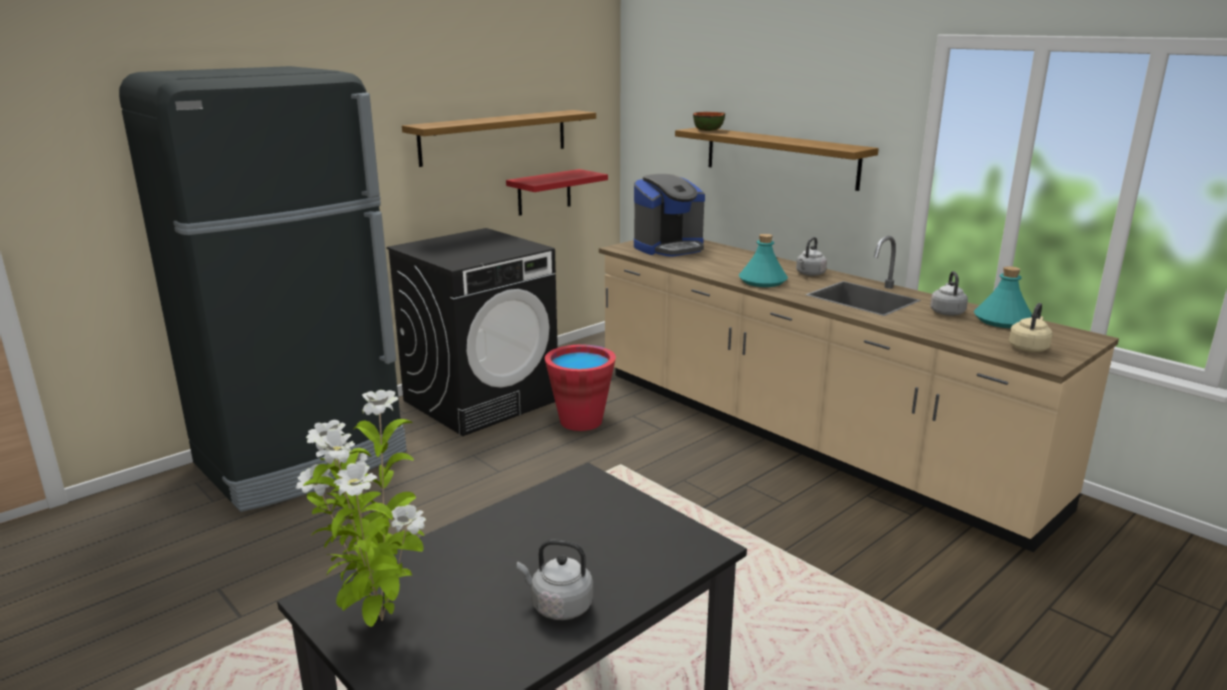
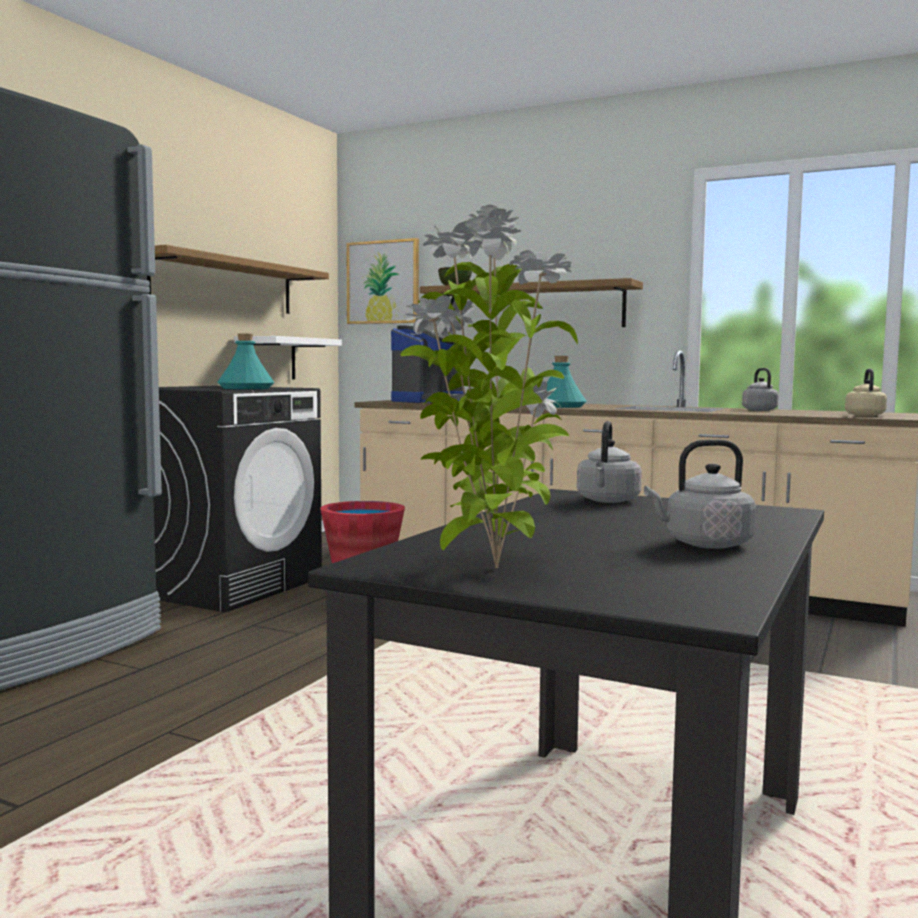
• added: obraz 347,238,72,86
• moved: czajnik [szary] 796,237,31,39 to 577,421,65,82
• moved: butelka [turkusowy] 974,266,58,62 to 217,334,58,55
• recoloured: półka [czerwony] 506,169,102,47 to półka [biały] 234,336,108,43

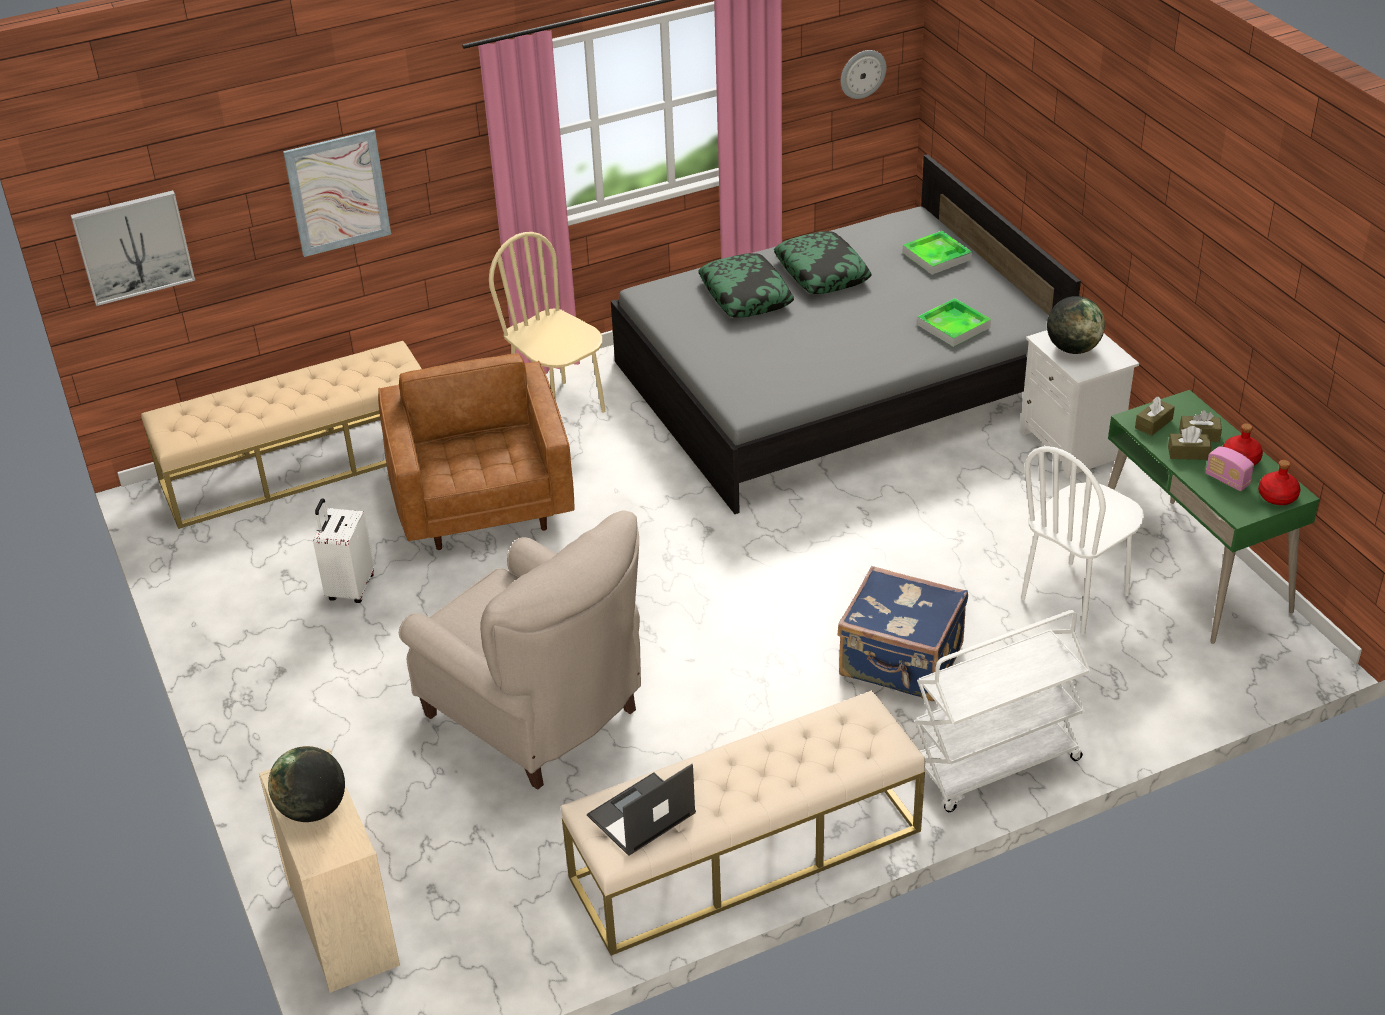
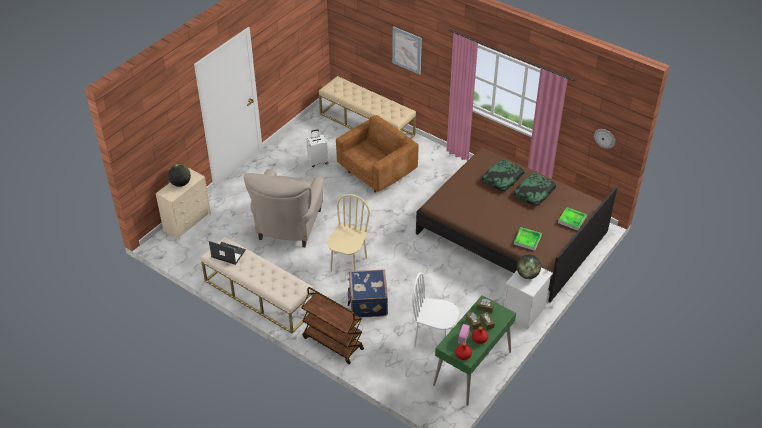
• removed: obraz 71,190,124,116
• moved: krzesło [beżowy] 489,232,116,180 to 328,194,42,78
• recoloured: łóżko [szary] 611,154,470,360 to łóżko [brązowy] 416,148,202,155
• recoloured: wózek [biały] 915,610,175,202 to wózek [brązowy] 301,287,63,77

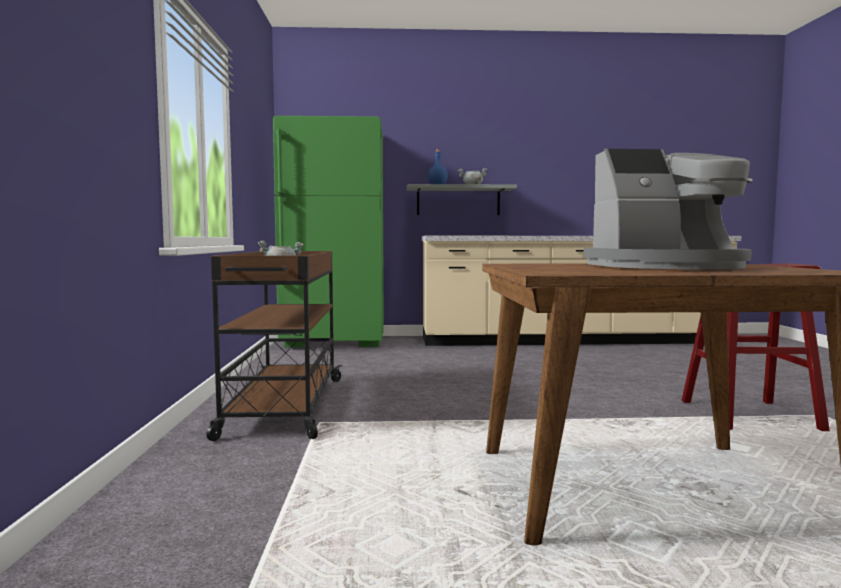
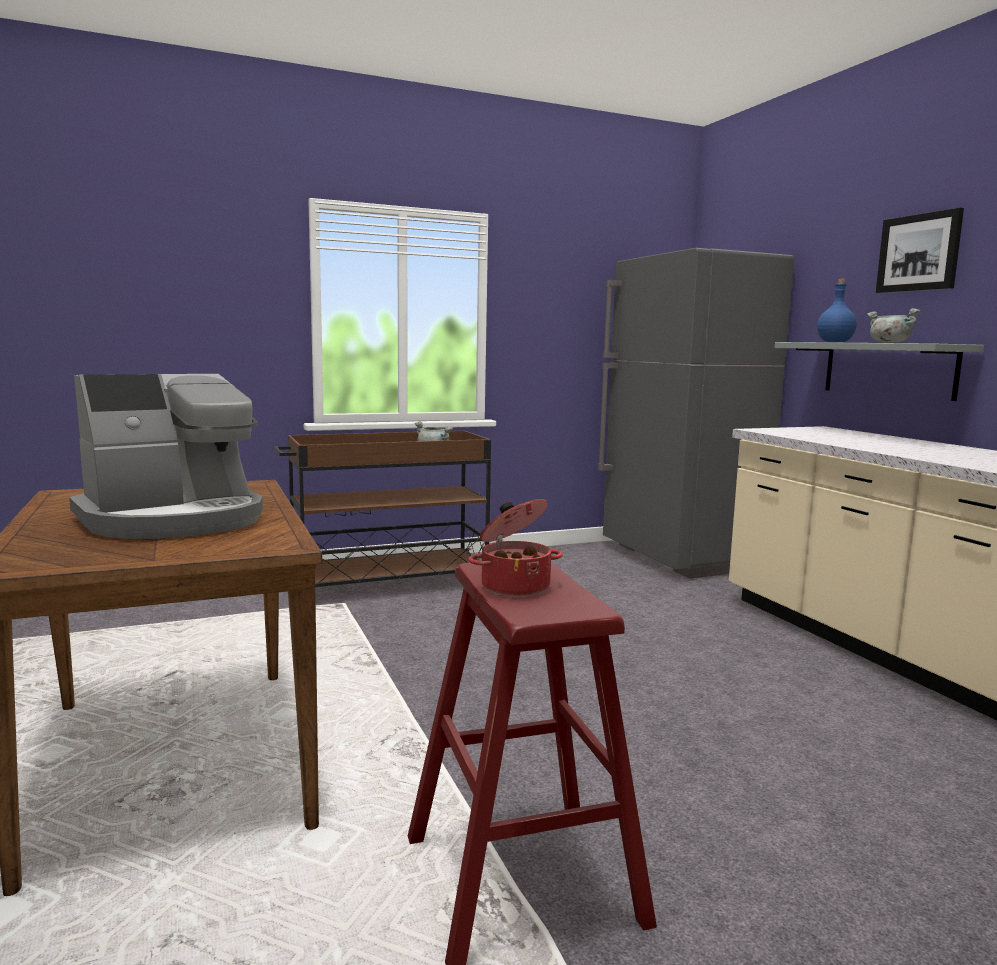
• added: garnek 468,499,95,98
• added: obraz 876,207,88,86
• recoloured: lodówka [zielony] 273,116,111,232 to lodówka [szary] 598,248,196,331
• turned: ekspres do kawy 584,149,169,120 = 69,374,194,165 105 degrees counterclockwise

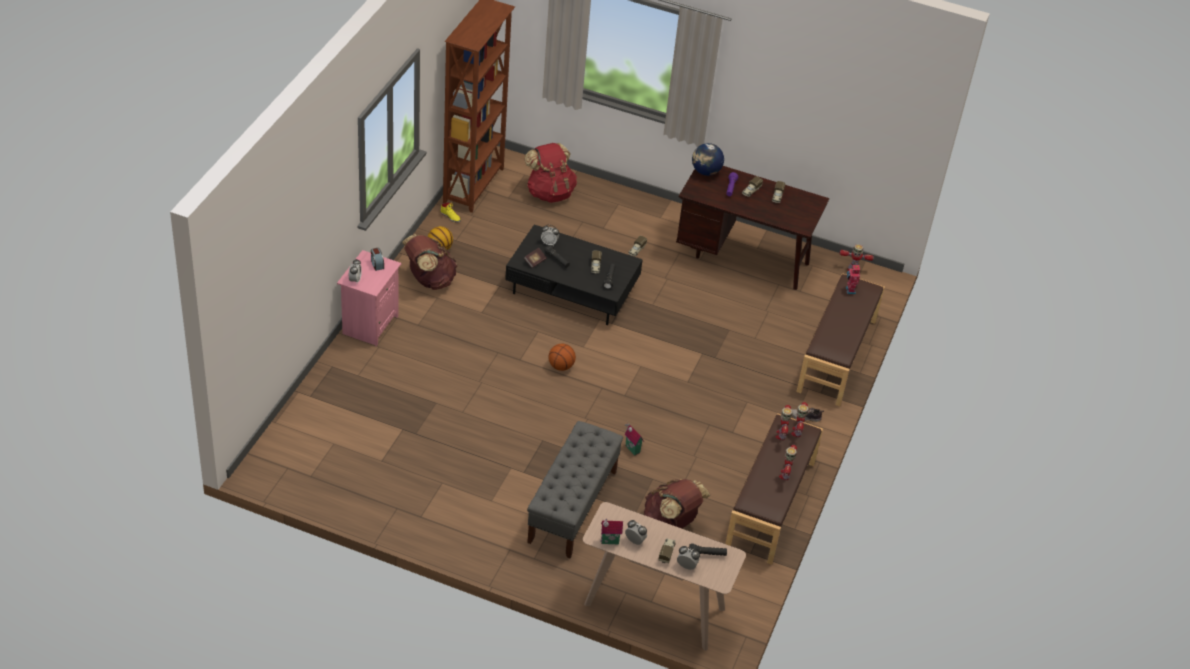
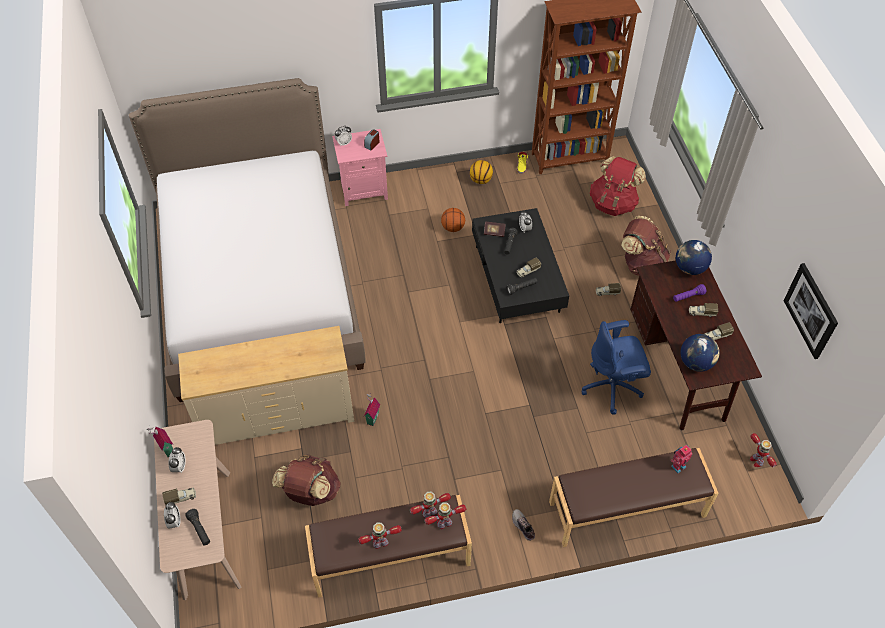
• added: łóżko 129,78,237,324
• added: krzesło biurowe [niebieski] 582,320,69,95
• added: globus 681,334,39,38
• added: obraz 784,263,54,96
• moved: plecak [brązowy] 402,234,55,56 to 621,216,50,60
• moved: piłka do koszykówki 548,344,28,27 to 441,208,24,24
• replaced: ławka [szary] 527,421,96,137 to komoda [beżowy] 178,326,176,119

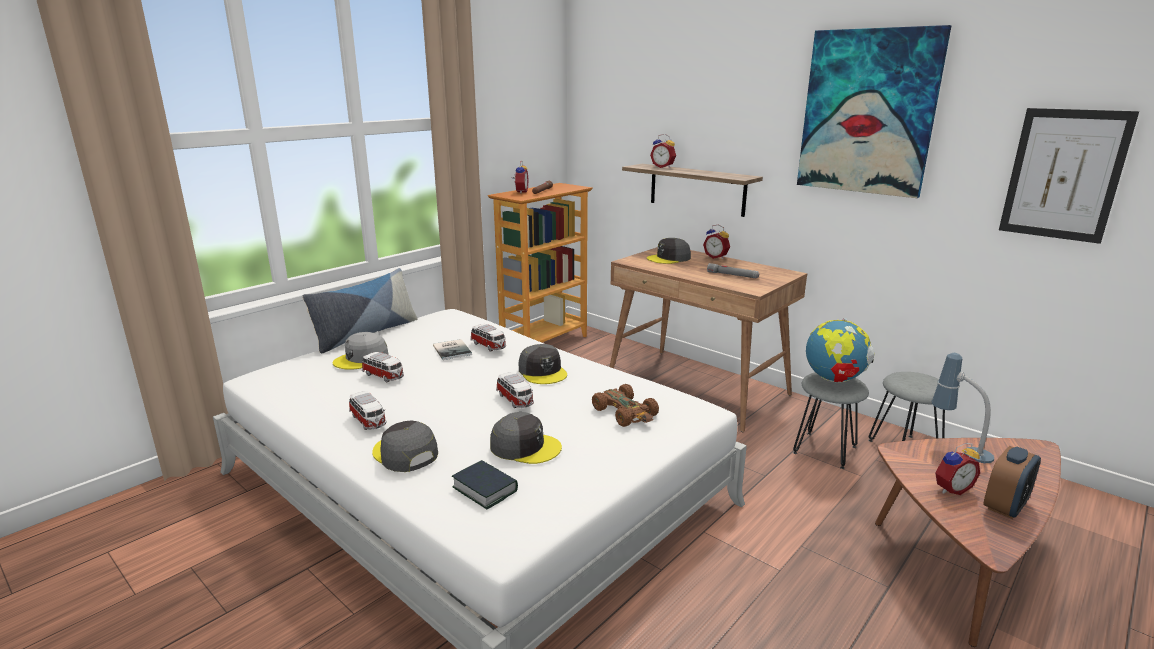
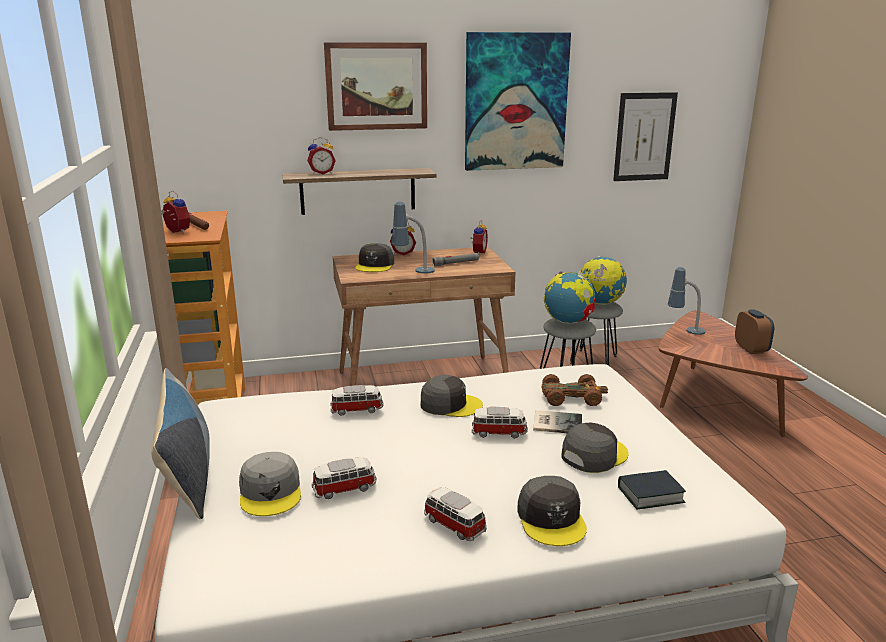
• added: obraz 324,42,103,89
• added: lampa stołowa 392,201,43,73
• added: globus 578,256,49,49
• moved: książka 433,339,39,21 to 533,410,49,23
• moved: budzik 935,443,45,52 to 470,220,18,35
• turned: samochodzik 349,391,38,39 = 424,487,63,54 135 degrees counterclockwise
• turned: czapka z daszkiem [szary] 372,420,66,52 = 517,476,70,70 90 degrees counterclockwise

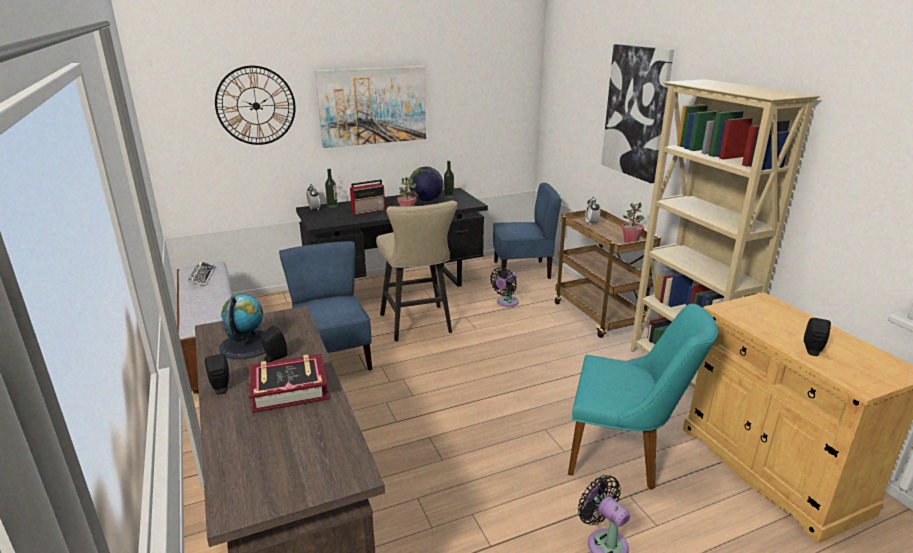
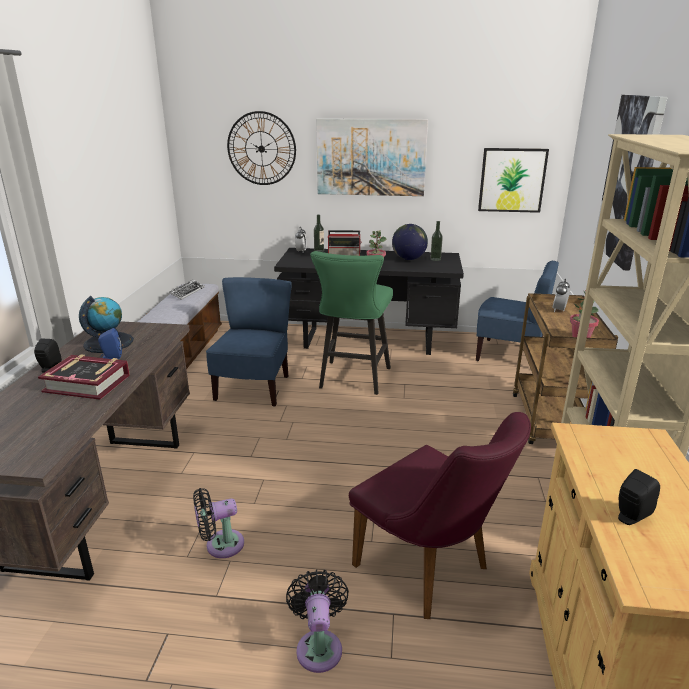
• added: obraz 478,148,71,65
• moved: wentylator [czarny] 490,267,29,40 to 193,488,51,70
• recoloured: głośnik [czarny] 260,325,27,37 to głośnik [niebieski] 98,328,24,31
• recoloured: stołek [beżowy] 376,200,82,141 to stołek [zielony] 310,251,83,144
• recoloured: krzesło [turkusowy] 568,304,150,186 to krzesło [fioletowy] 349,412,182,207

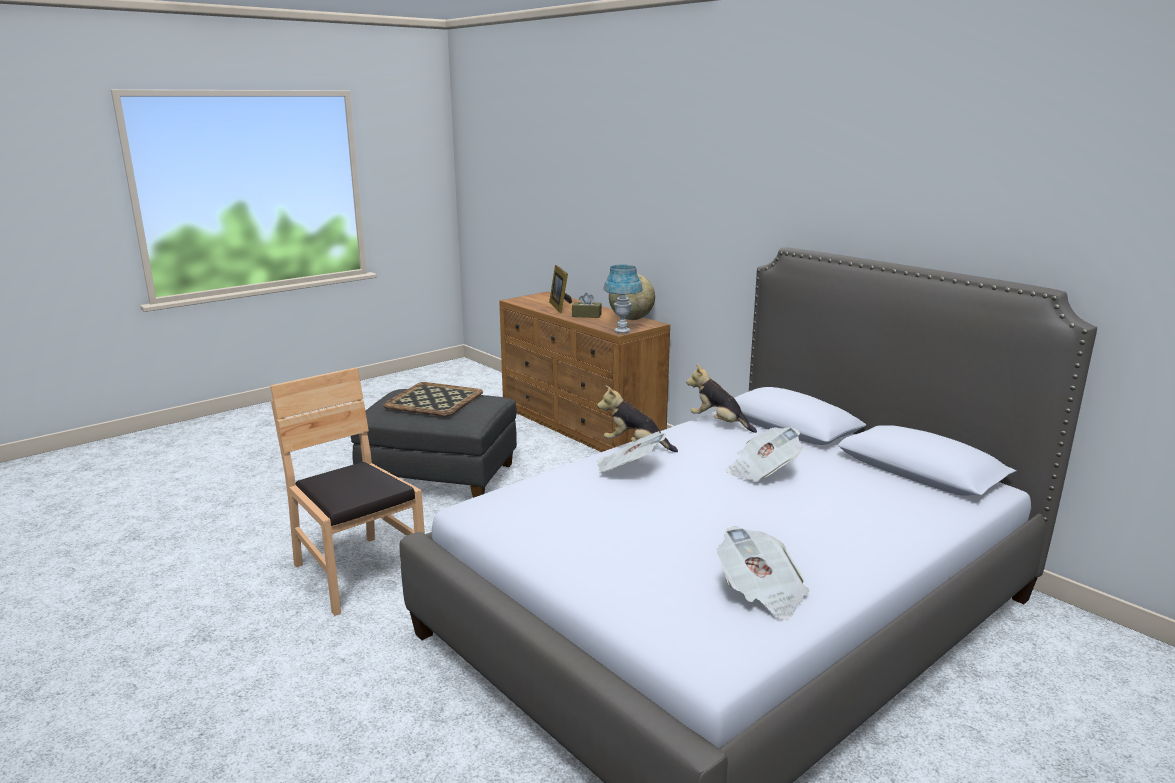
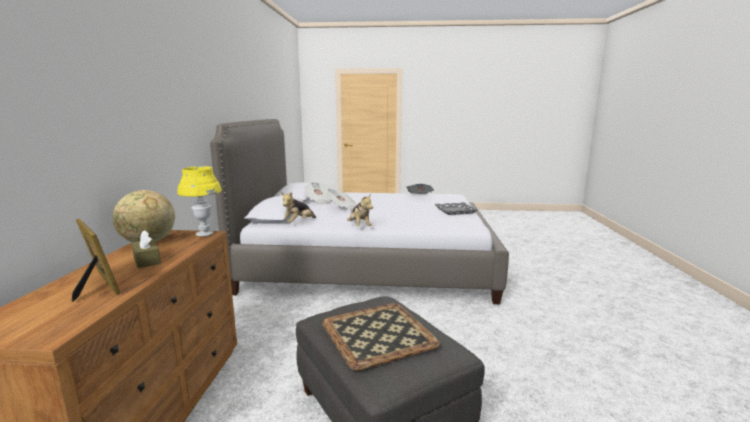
• removed: krzesło [brązowy] 270,367,155,249
• added: taca [szary] 435,202,43,13
• moved: gazeta 597,431,69,43 to 305,182,27,23
• recoloured: lampa stołowa [niebieski] 604,265,39,68 to lampa stołowa [żółty] 177,166,45,71
• turned: ramka na zdjęcie 549,265,23,48 = 72,219,48,83 75 degrees counterclockwise
• turned: pluszak 686,364,71,69 = 281,192,35,31 45 degrees clockwise

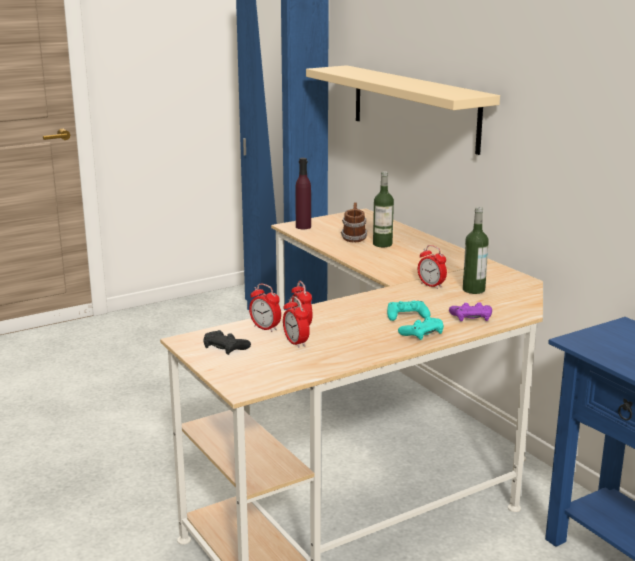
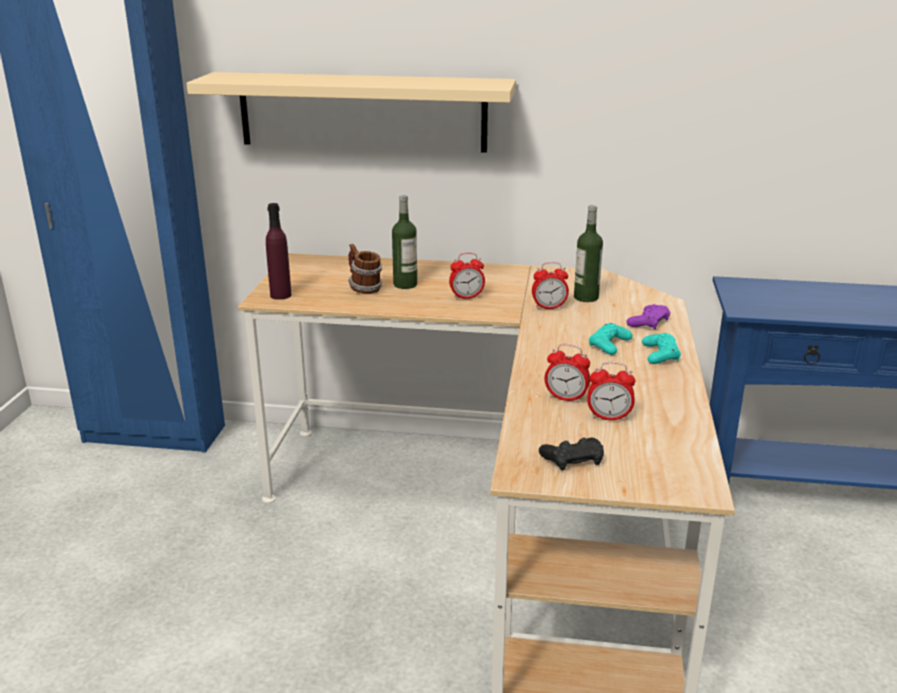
• moved: budzik 249,284,32,48 to 449,253,36,47

